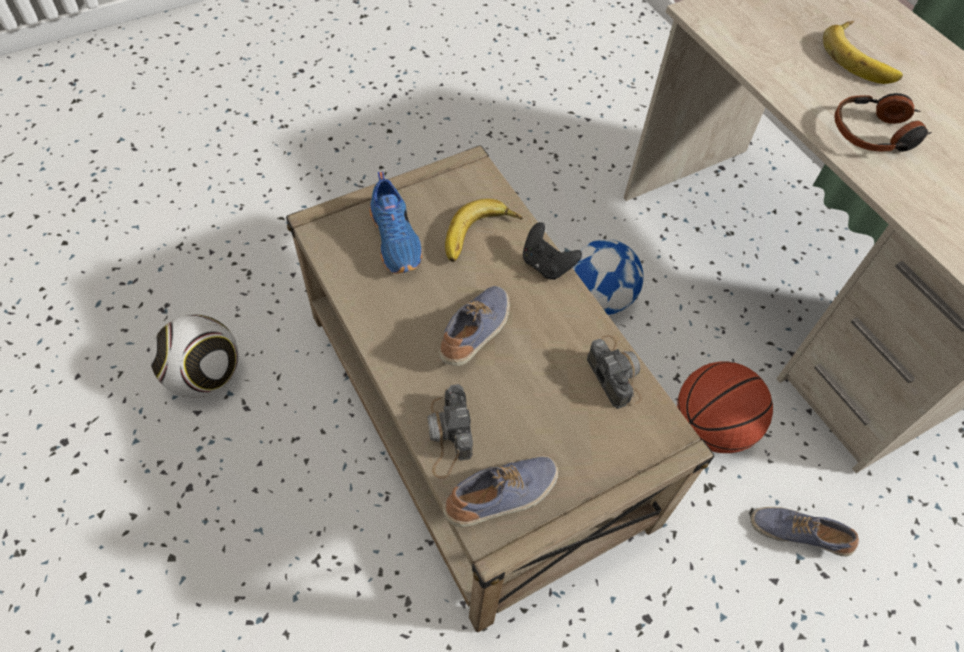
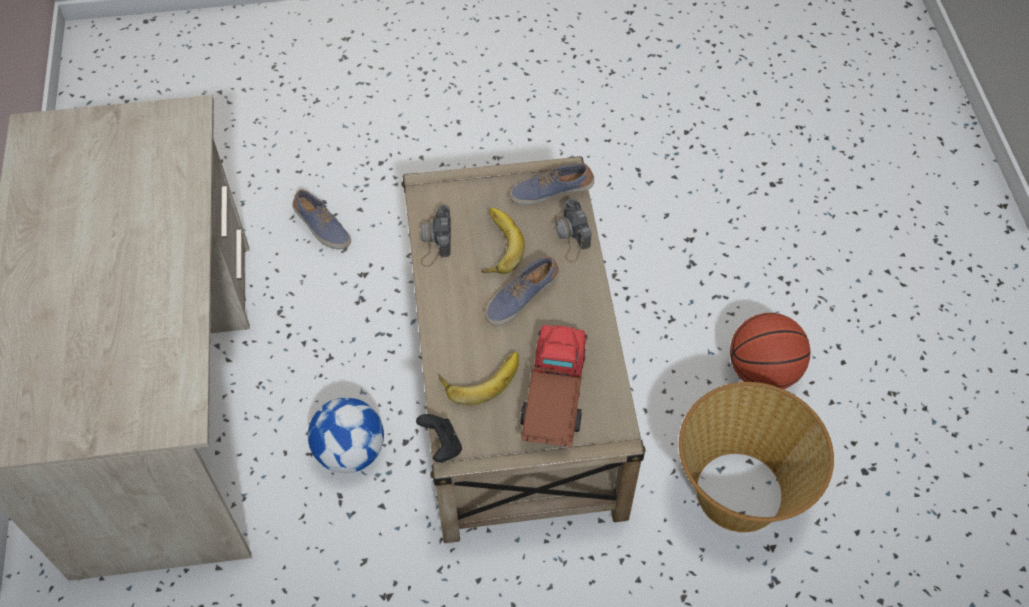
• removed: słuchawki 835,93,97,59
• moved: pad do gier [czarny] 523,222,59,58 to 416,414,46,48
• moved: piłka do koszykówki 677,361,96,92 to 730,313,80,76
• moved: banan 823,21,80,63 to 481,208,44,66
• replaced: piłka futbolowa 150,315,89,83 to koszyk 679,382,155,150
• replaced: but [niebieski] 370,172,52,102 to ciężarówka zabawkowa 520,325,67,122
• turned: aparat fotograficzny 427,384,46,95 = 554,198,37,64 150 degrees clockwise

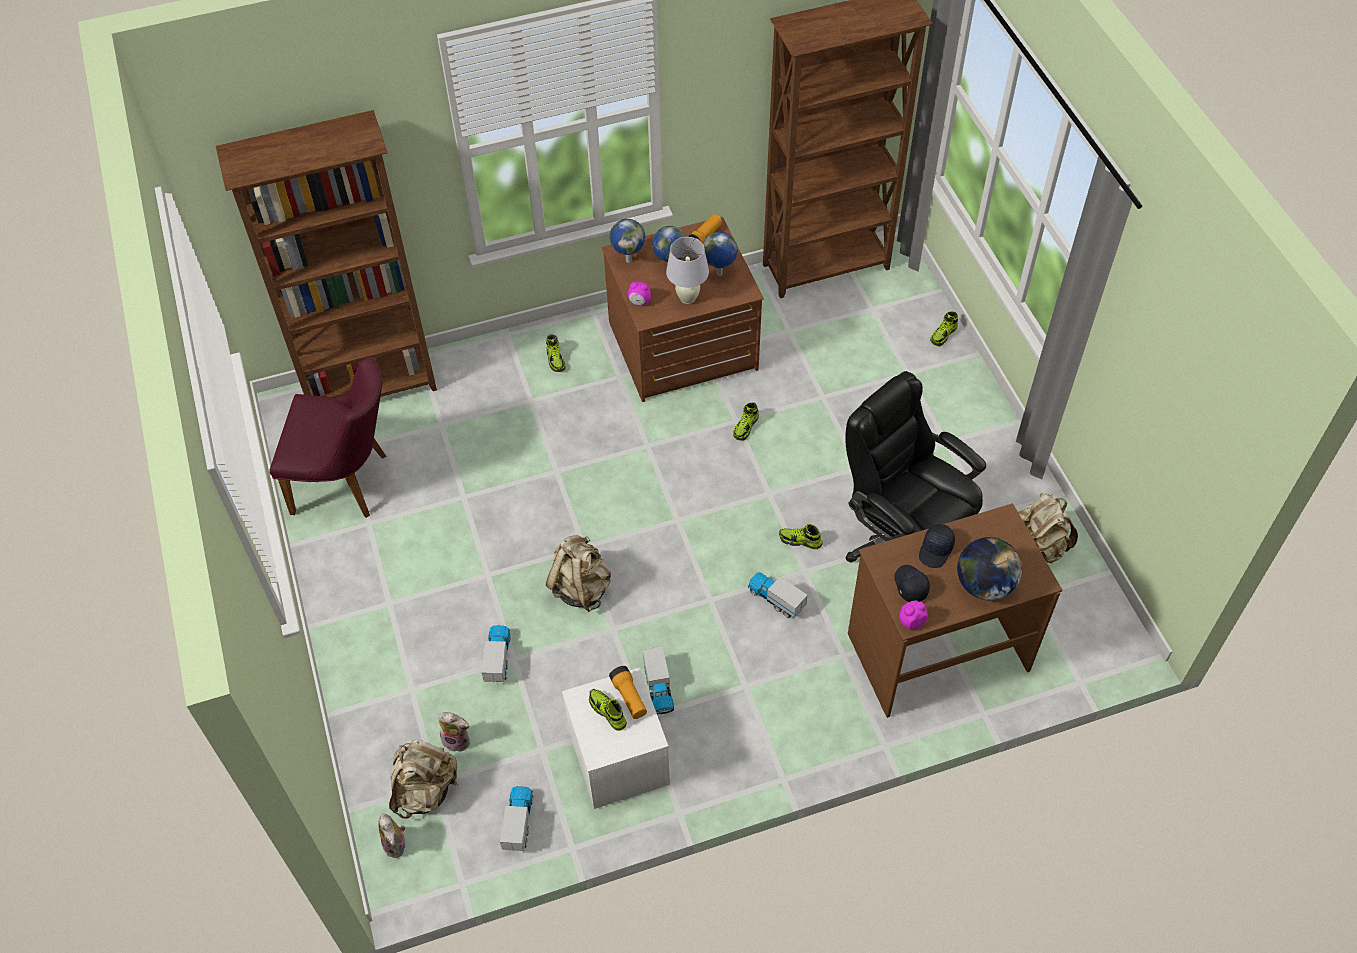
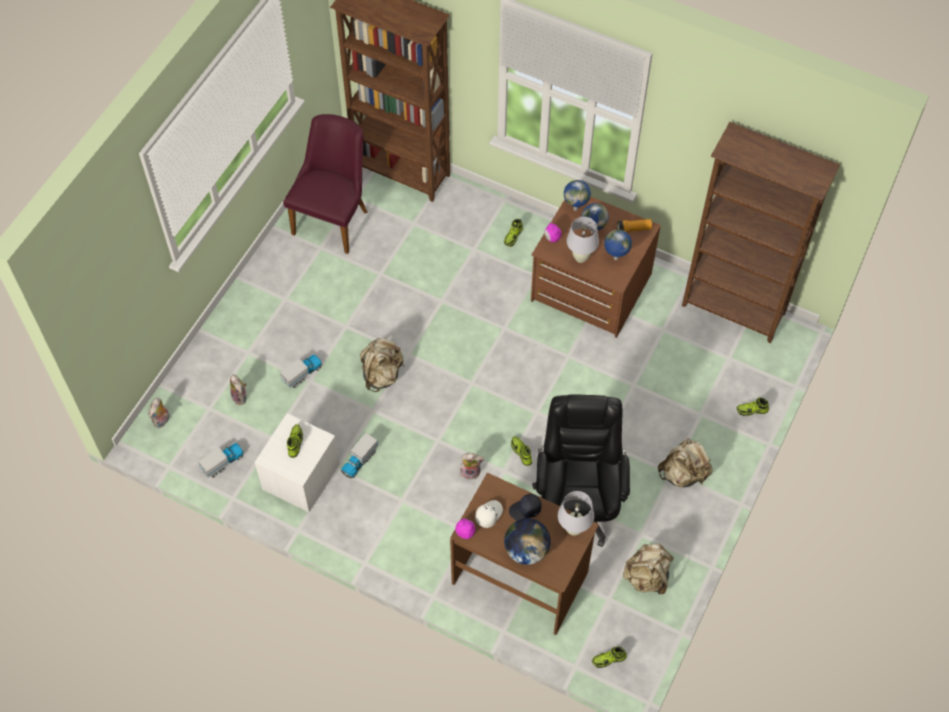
• removed: latarka 609,666,38,53
• added: lampa stołowa [biały] 558,491,36,45
• moved: plecak [beżowy] 389,740,69,79 to 658,438,55,49
• moved: but 733,402,26,39 to 592,646,35,22
• replaced: ciężarówka zabawkowa 748,572,60,46 to pluszak 460,453,24,27
• recoloured: czapka z daszkiem [czarny] 895,565,35,37 to czapka z daszkiem [biały] 475,500,28,28
• turned: krzesło [fioletowy] 269,357,117,161 = 283,114,85,140 120 degrees counterclockwise

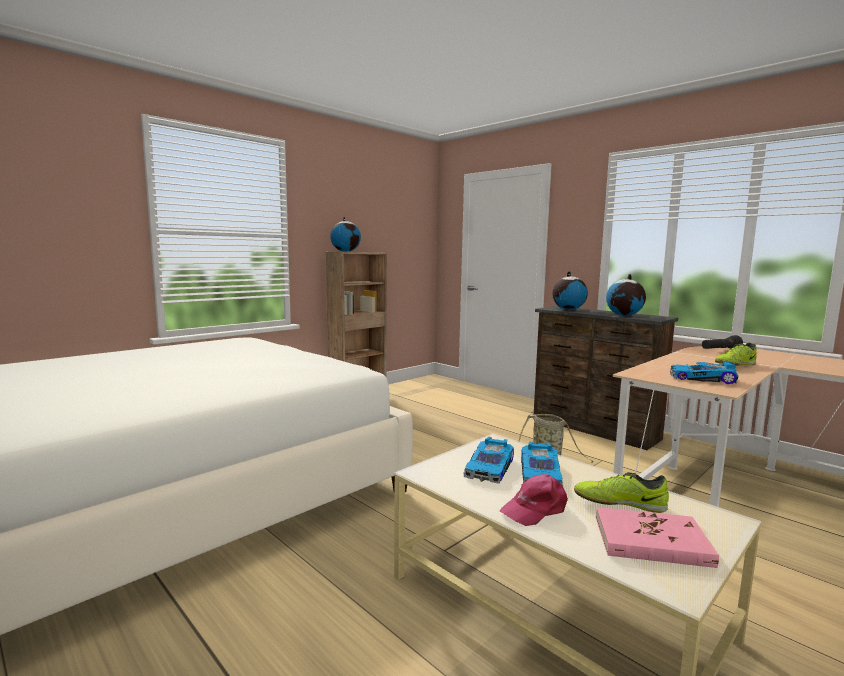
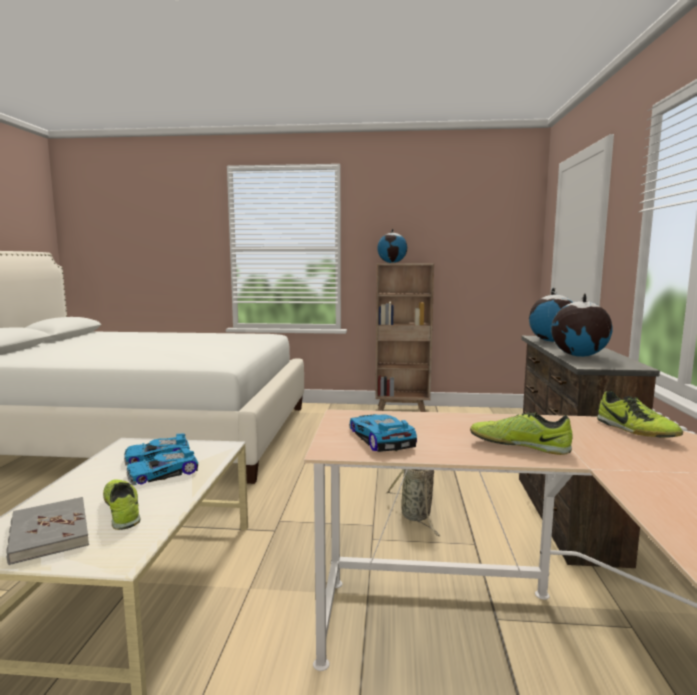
• removed: czapka z daszkiem [różowy] 500,474,68,52
• replaced: latarka [czarny] 702,335,41,14 to but 597,391,86,46
• recoloured: książka [różowy] 596,507,123,61 to książka [szary] 6,497,83,68

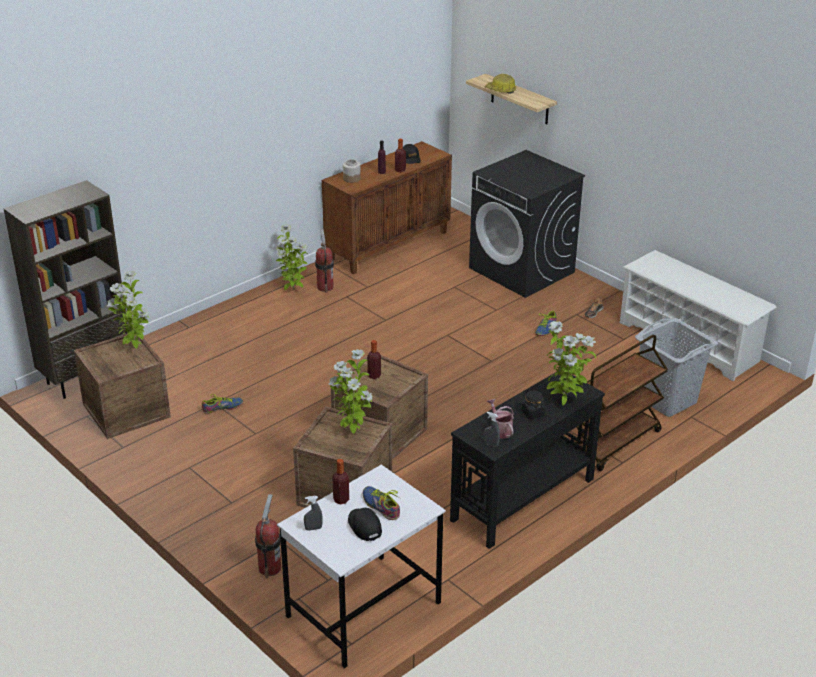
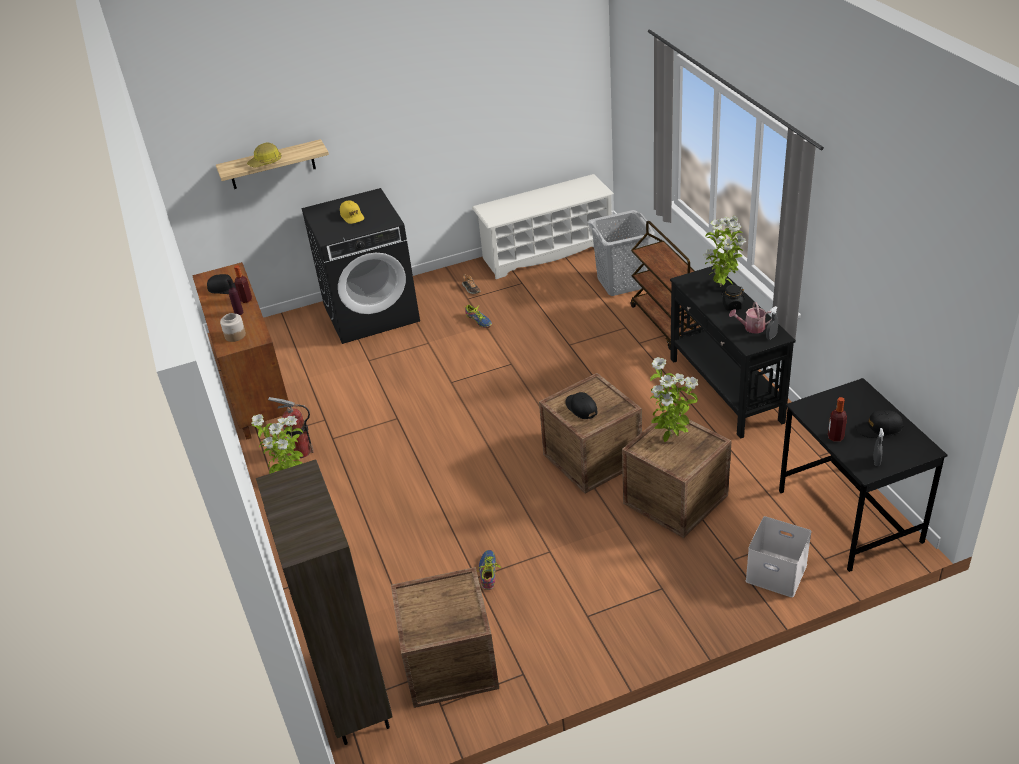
• removed: roślina doniczkowa 107,271,42,77
• removed: but 363,486,37,34
• added: czapka z daszkiem [żółty] 340,200,24,24
• replaced: gaśnica 255,494,26,84 to pojemnik do przechowywania [biały] 746,516,66,81
• replaced: butelka 367,340,14,39 to czapka z daszkiem [czarny] 566,392,32,27
• recoloured: biurko [biały] 277,464,169,204 to biurko [czarny] 779,378,169,194

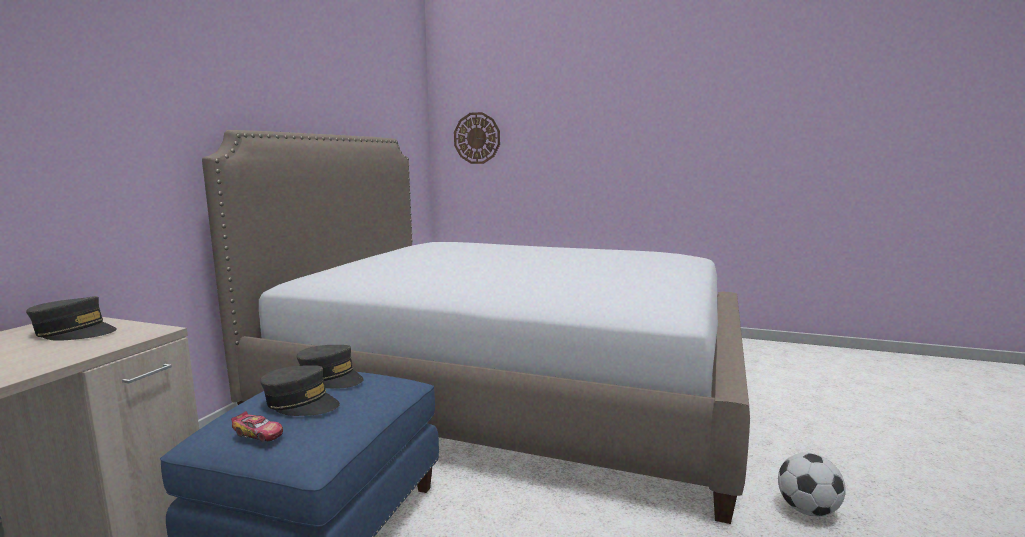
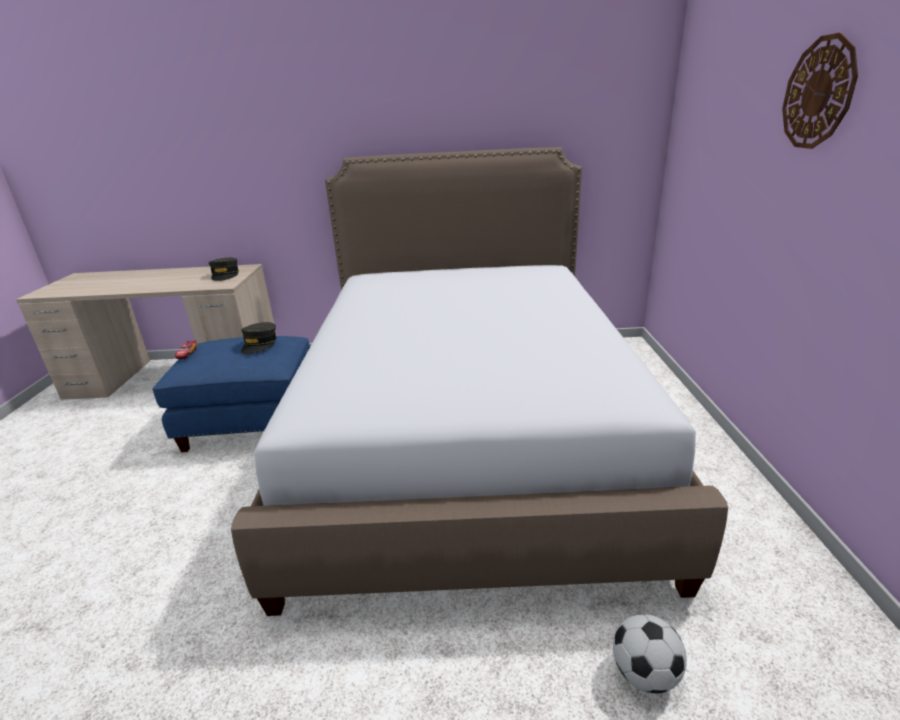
• removed: czapka z daszkiem [szary] 260,365,80,51
• moved: zegar ścienny 454,112,46,52 to 782,33,76,116
• moved: piłka futbolowa 778,453,68,64 to 613,614,74,79

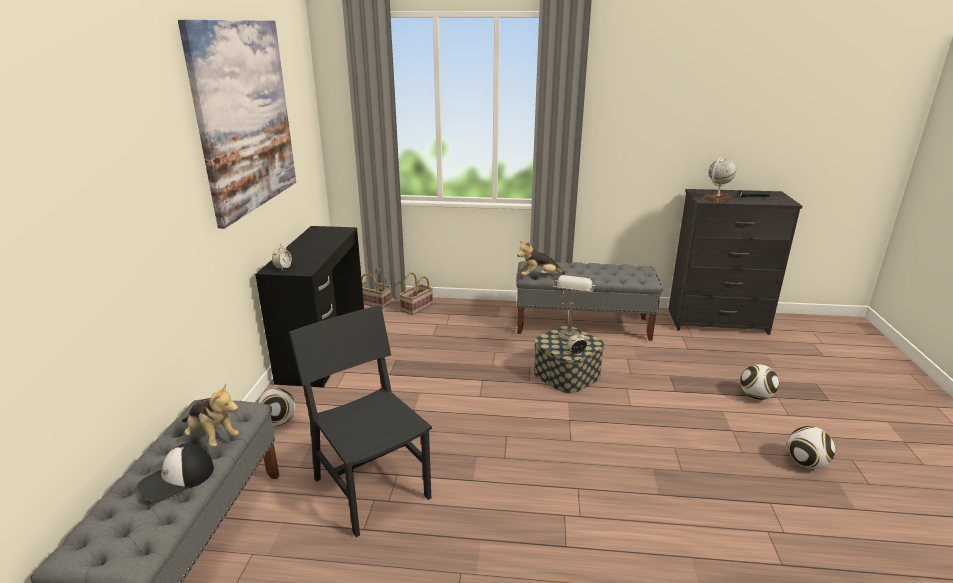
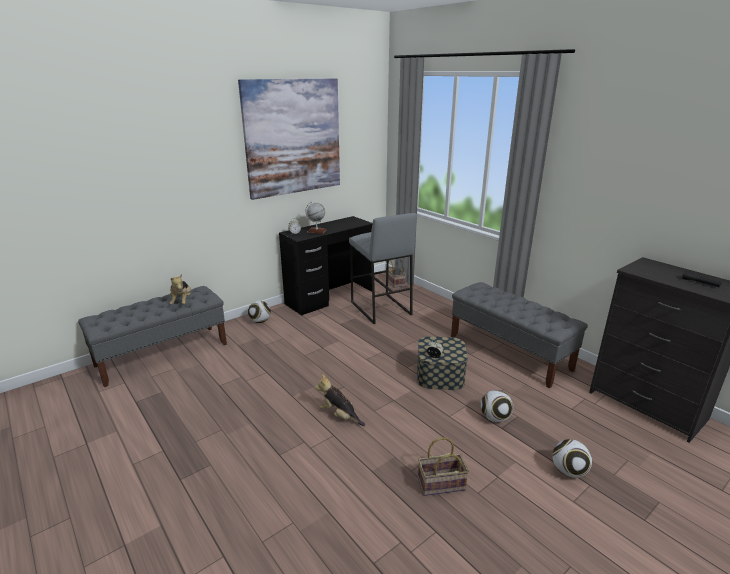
• removed: czapka z daszkiem 138,443,76,59
• removed: krzesło [czarny] 288,305,144,232
• removed: lampa stołowa [szary] 553,275,43,67
• added: stołek [szary] 349,213,68,111
• moved: koszyk 399,272,34,43 to 418,437,51,59
• moved: pluszak 517,241,49,35 to 315,374,50,52
• moved: globus 704,157,32,46 to 305,202,21,32
• moved: piłka futbolowa 788,426,47,43 to 481,390,32,32

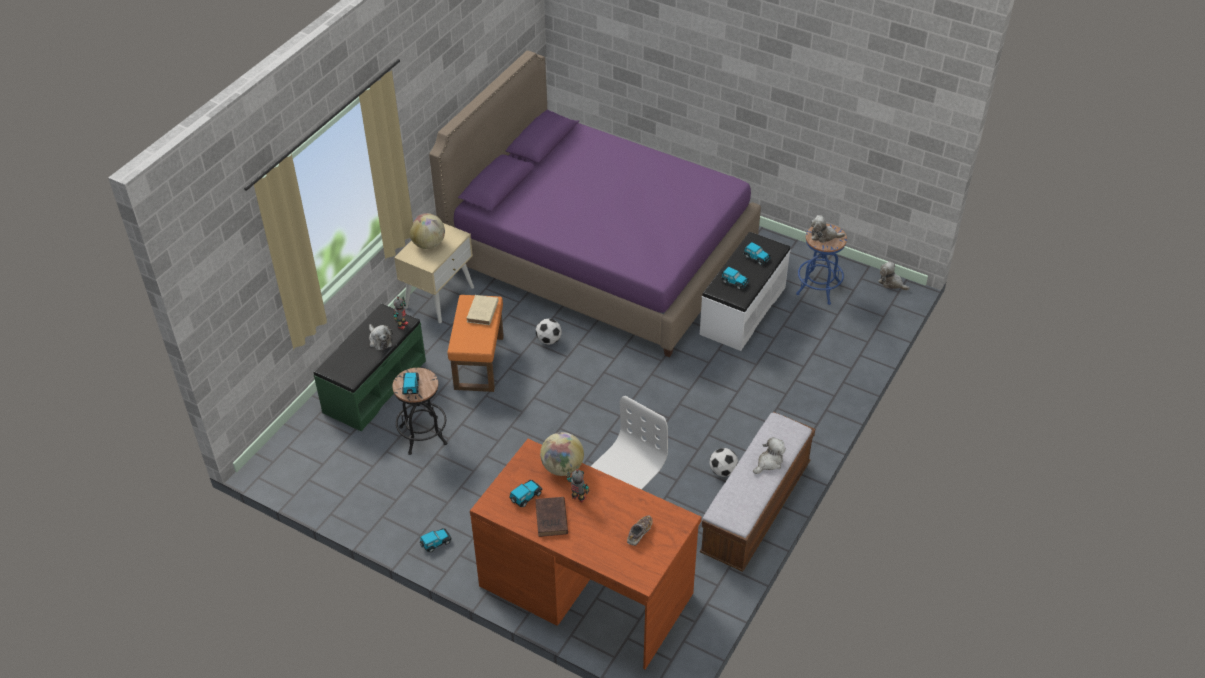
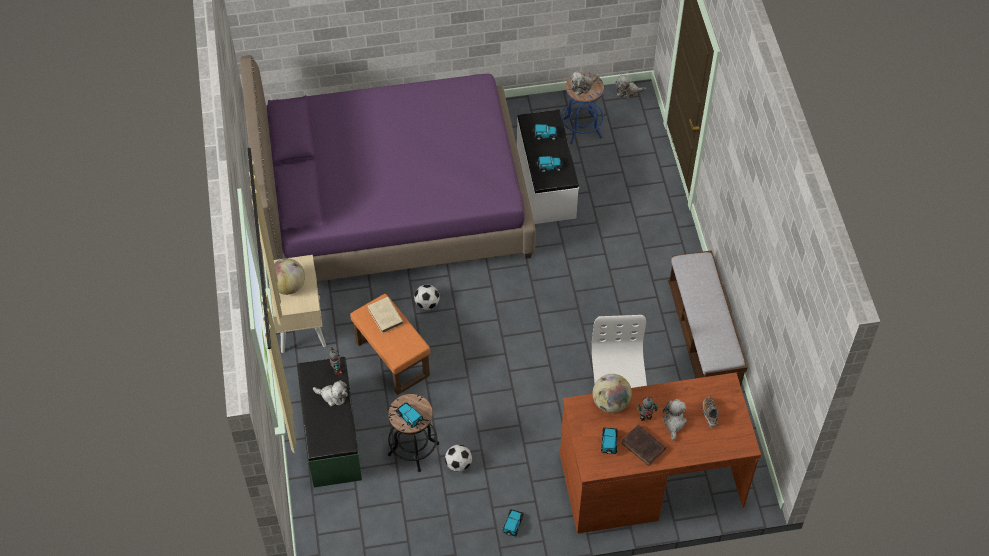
• moved: piłka futbolowa 709,448,29,29 to 445,445,27,27
• moved: pluszak 753,437,33,37 to 662,399,25,42

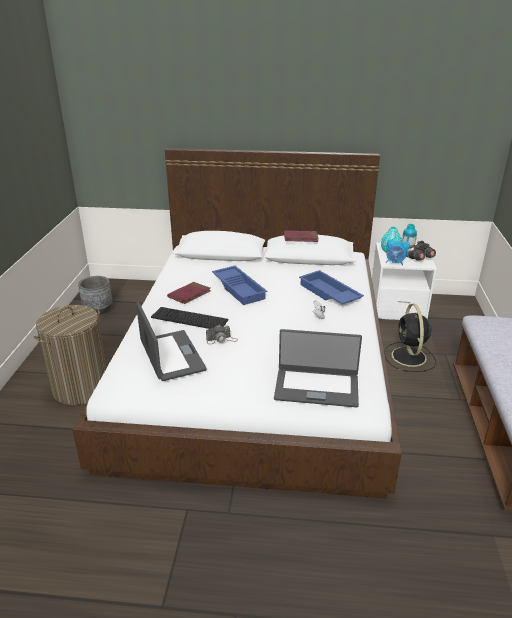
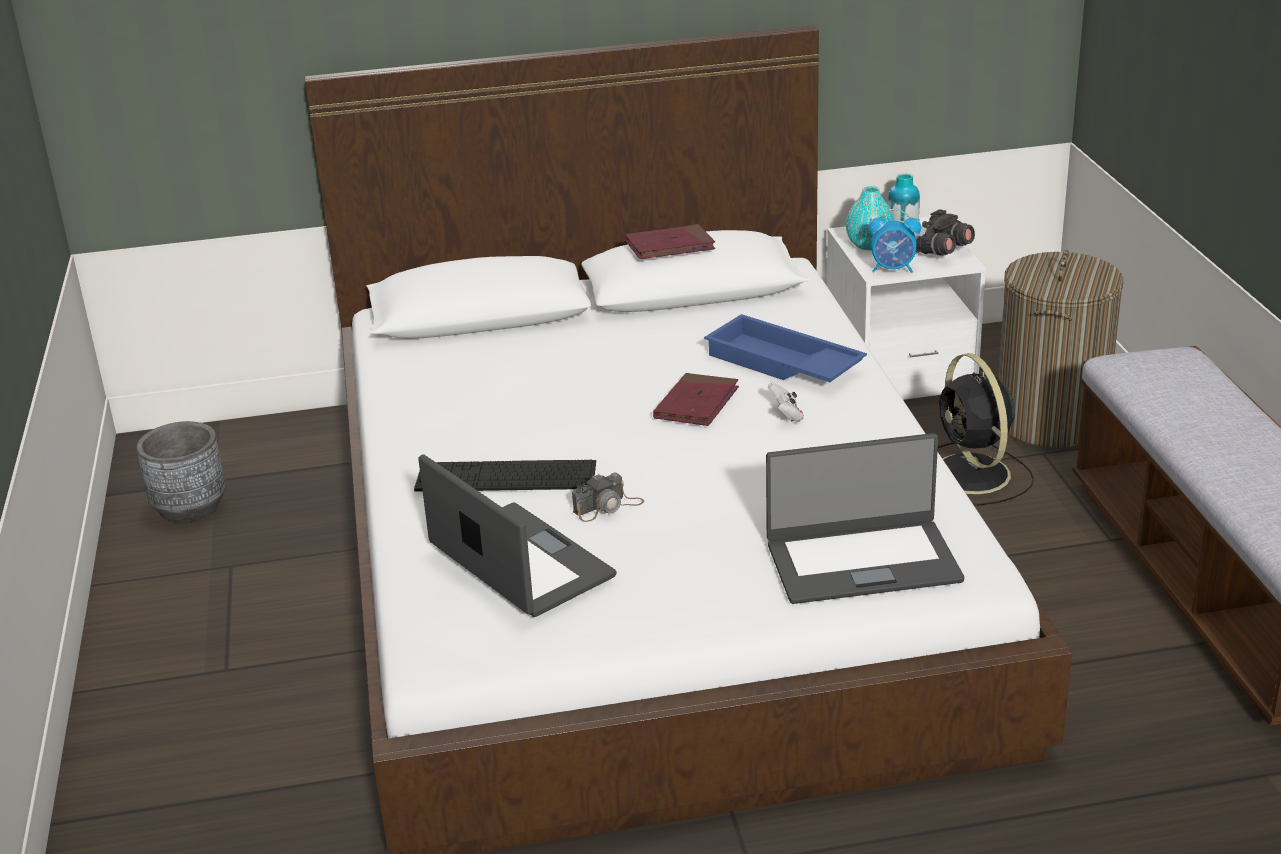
• removed: taca [niebieski] 212,266,56,39
• moved: kosz na pranie 33,305,73,100 to 998,250,125,198
• moved: książka [czerwony] 167,282,44,22 to 653,373,86,53

